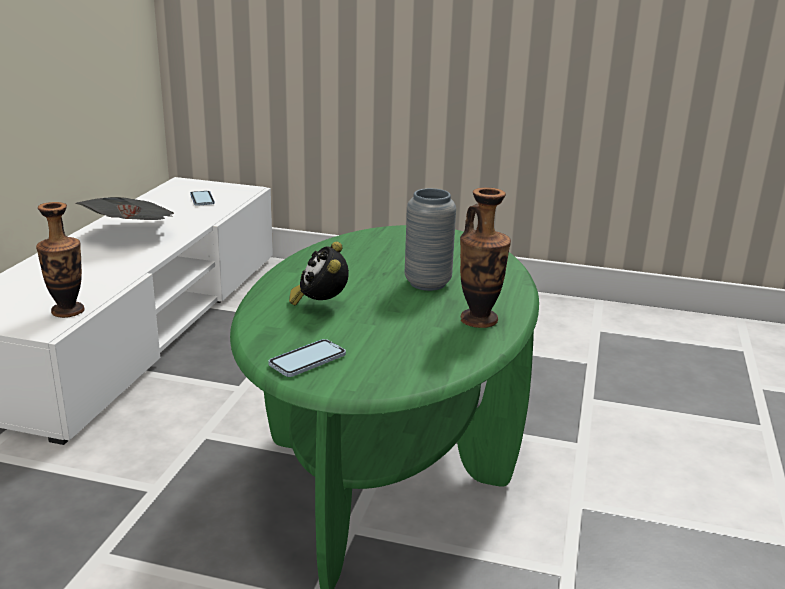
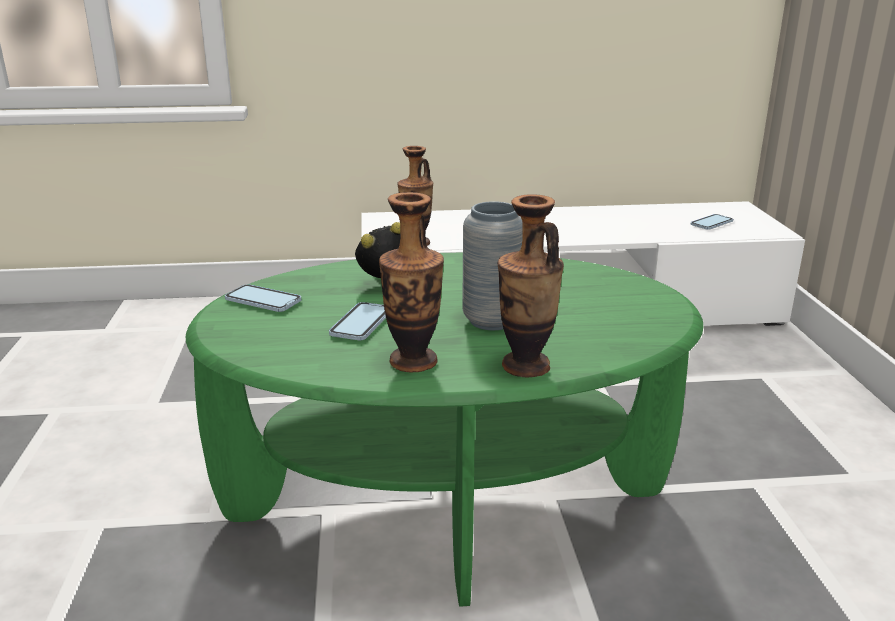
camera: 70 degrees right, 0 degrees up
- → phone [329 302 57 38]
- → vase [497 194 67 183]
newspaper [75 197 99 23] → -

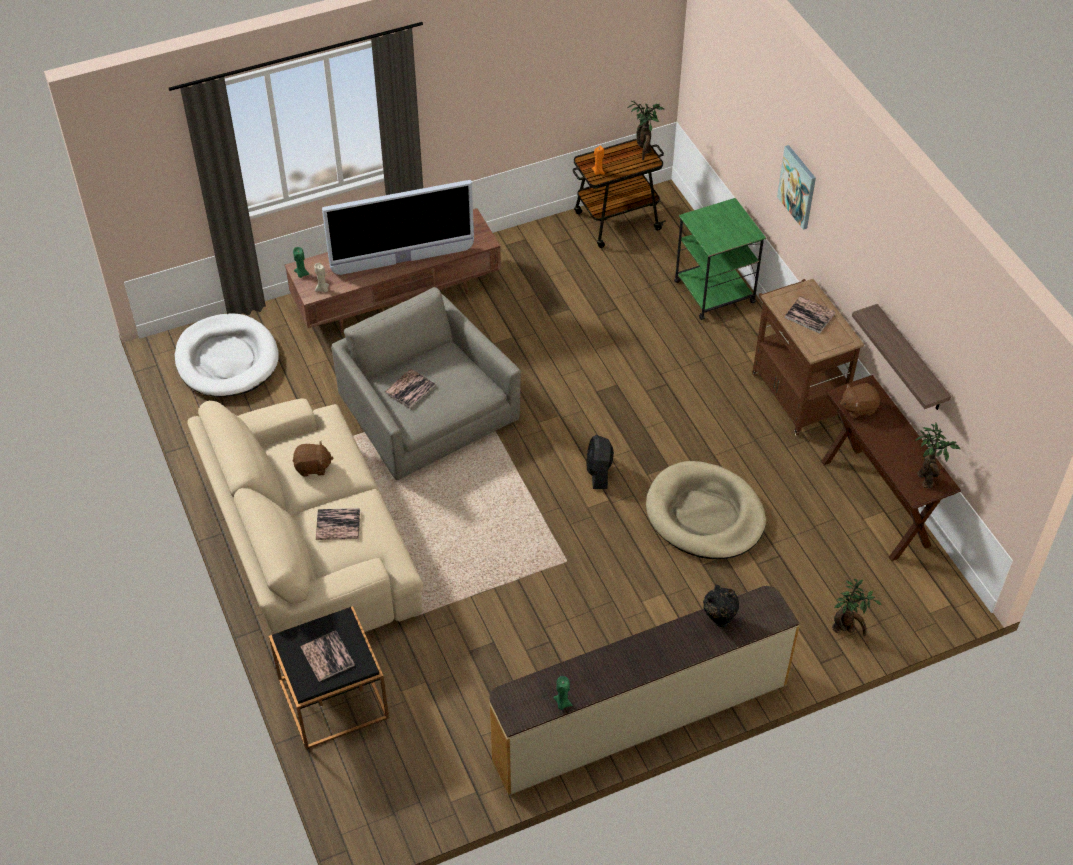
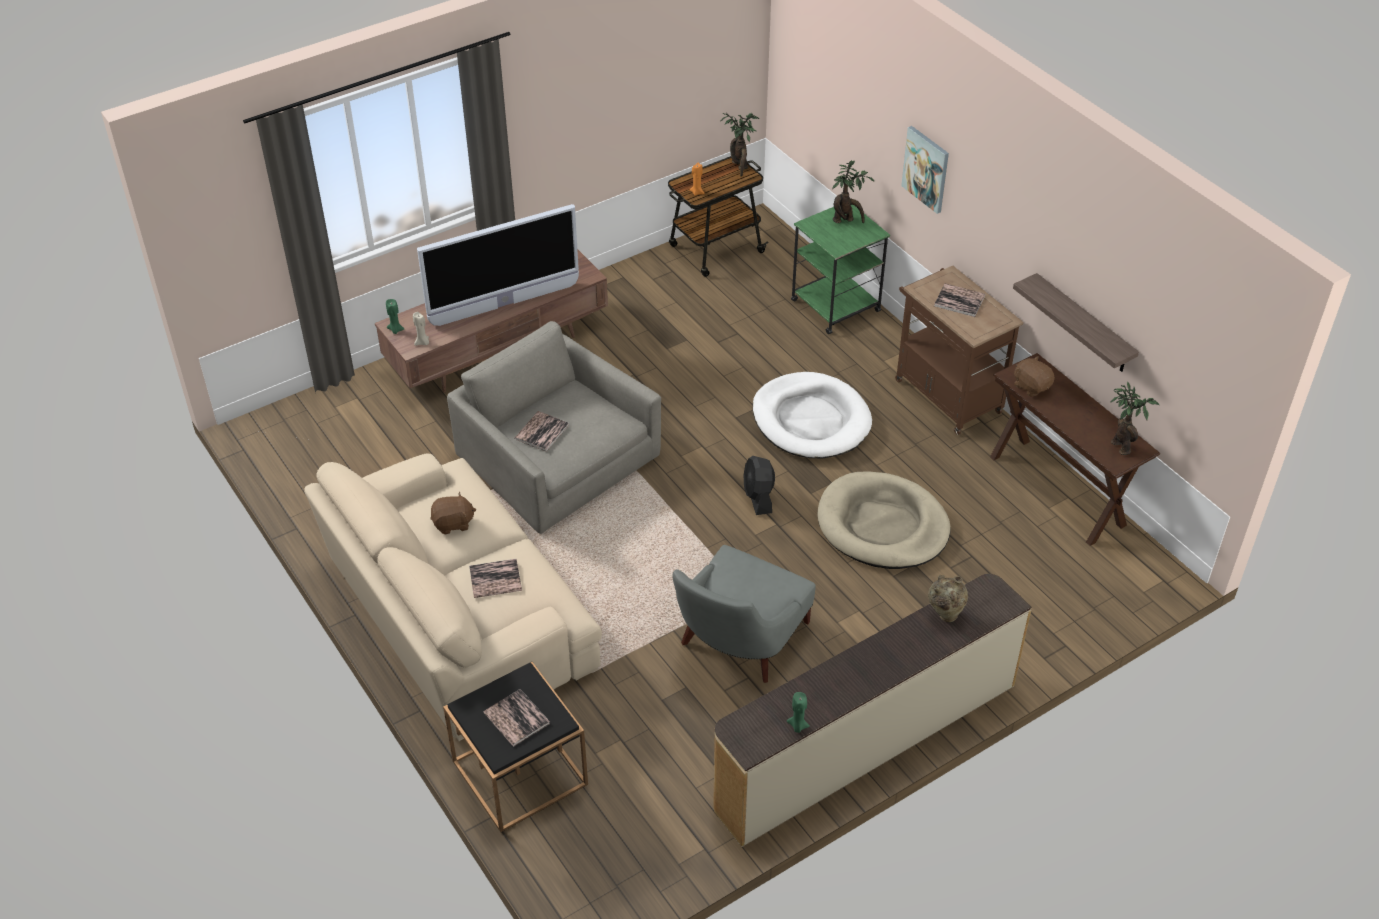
camera: 10 degrees left, 5 degrees down
- → grey armchair [672 545 144 138]
white dog bed [175 313 104 84] → white dog bed [753 372 119 86], moved
potted plant [832 579 50 57] → potted plant [832 160 43 63], moved
black vase [703 585 36 42] → beige vase [928 575 40 47]
brown plush toy [840 383 40 35] → brown plush toy [1014 356 41 41], 75 degrees clockwise

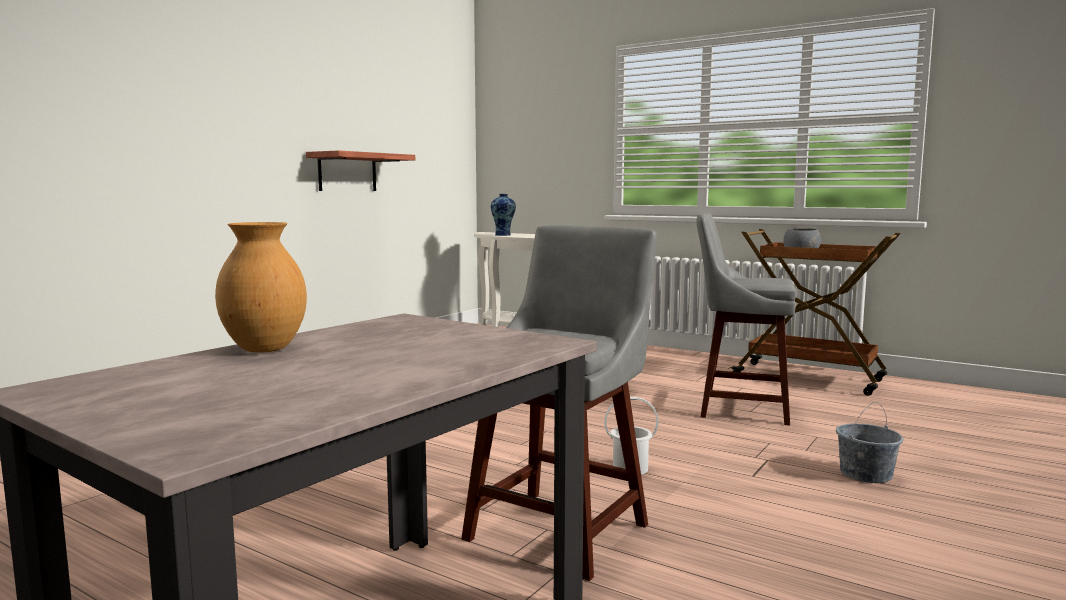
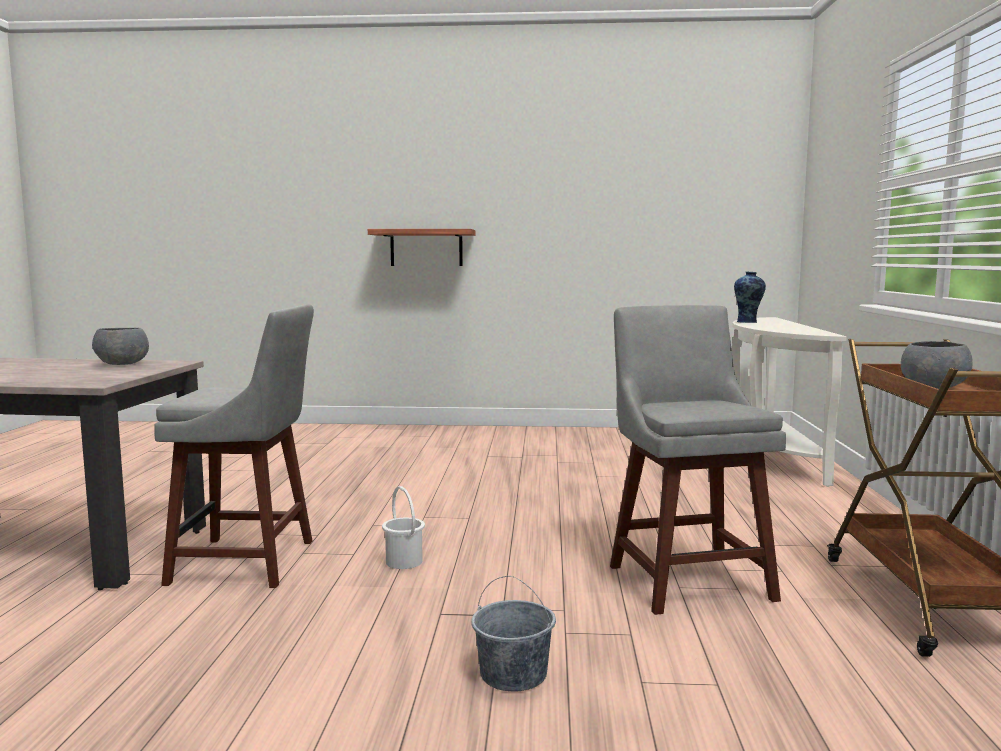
camera: 60 degrees right, 0 degrees up
- → grey bowl [92 328 57 37]
shelf [306 150 109 41] → shelf [368 229 108 37], moved
brown vase [215 222 92 131] → -

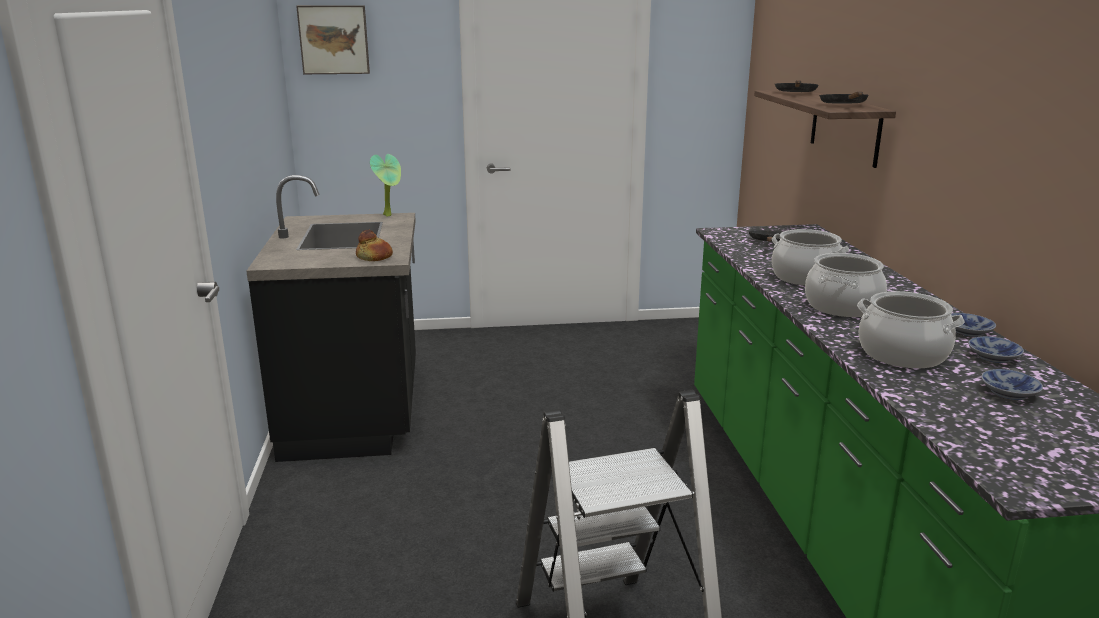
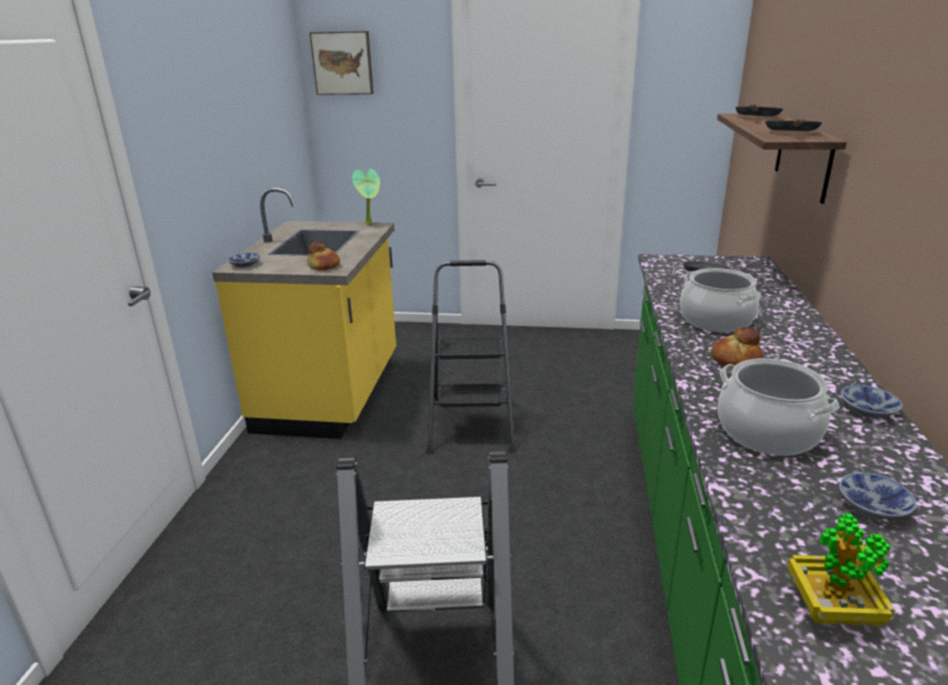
camera: 15 degrees right, 5 degrees up
black counter [246 175 170 287] → yellow counter [212 187 184 252]
bowl [968 336 56 27] → bowl [228 253 32 15], moved
- → black step ladder [426 260 91 194]
cooking pot [805 253 82 64] → bread [711 327 52 39]
- → potted plant [787 514 108 112]

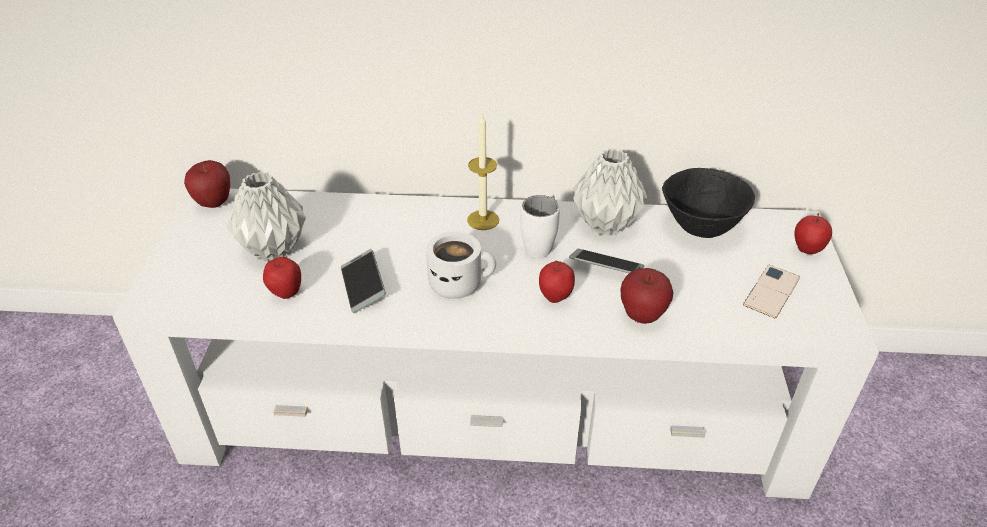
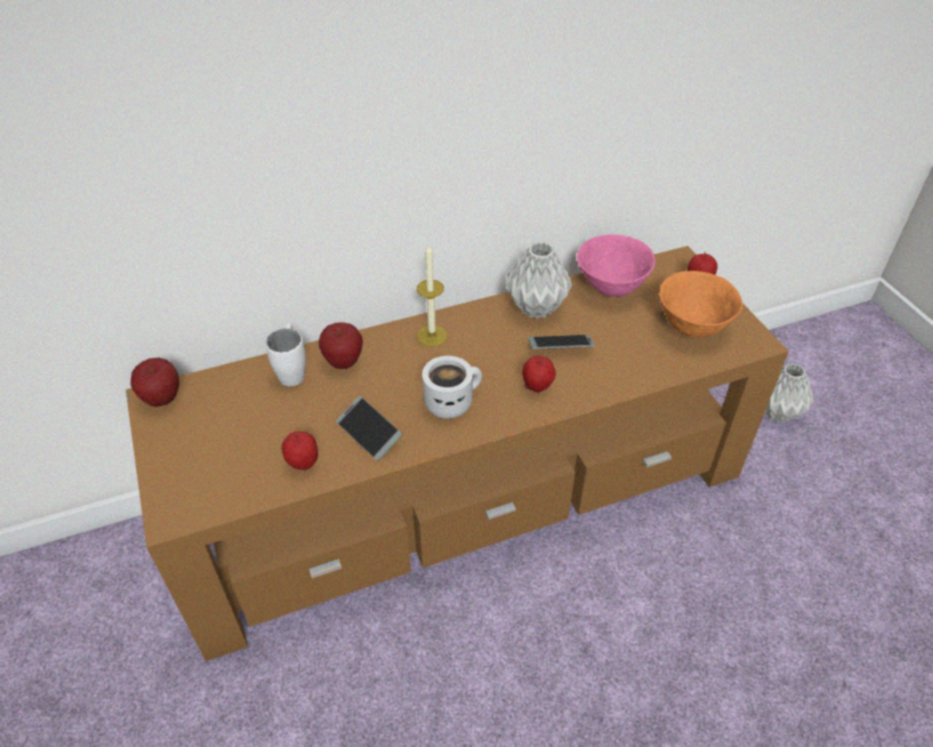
camera: 25 degrees left, 5 degrees up
white tv stand [113 189 766 310] → brown tv stand [126 246 663 415]
white mug [520 193 40 65] → white mug [265 323 41 63], moved
apple [620 268 53 56] → apple [319 322 44 47], moved
black bowl [662 168 93 70] → pink bowl [577 235 78 62]
phone [743 265 57 53] → orange bowl [659 271 84 67]
grey vase [227 172 79 89] → grey vase [765 363 49 60], moved

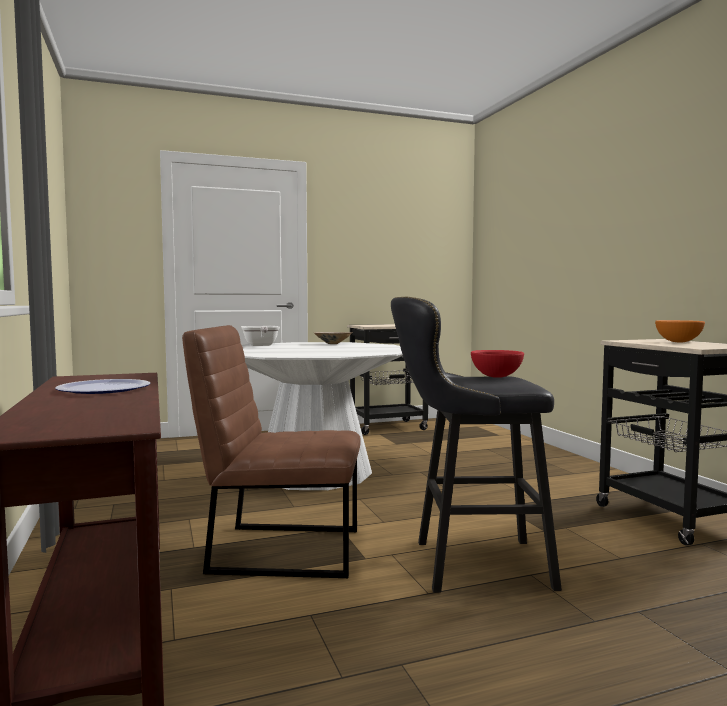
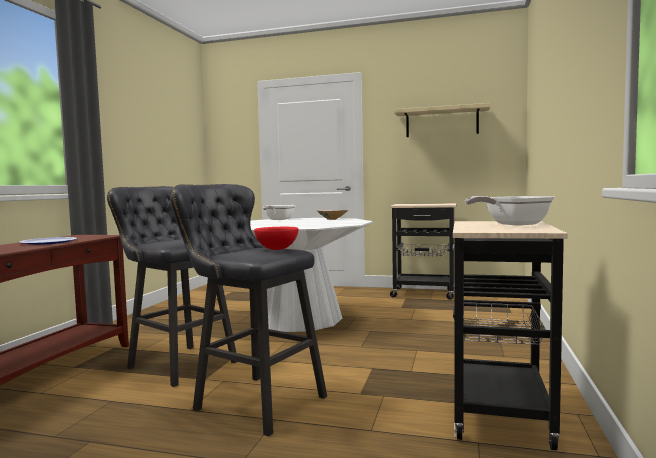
camera: 35 degrees right, 0 degrees up
brown chair [182 325 179 253] → black stool [107 186 130 201]
- → beige shelf [394 103 96 34]
orange bowl [655 320 50 22] → frying pan [465 196 90 30]

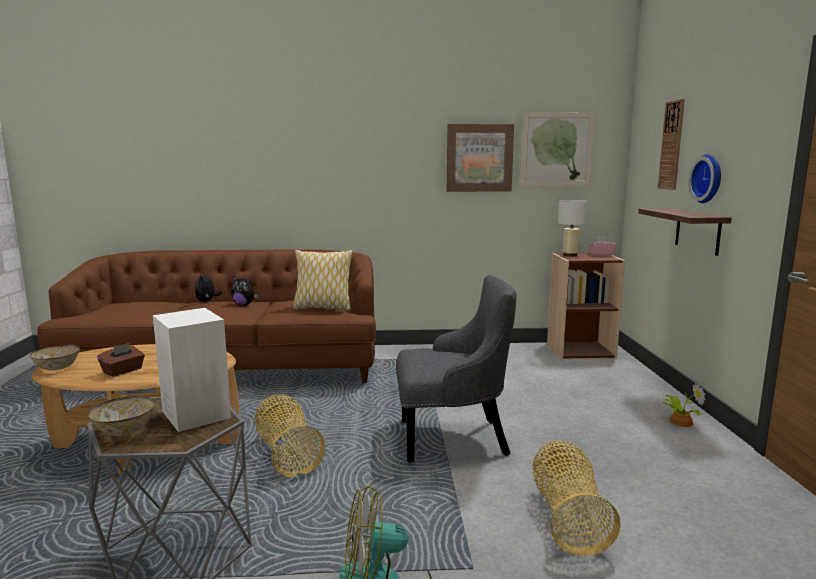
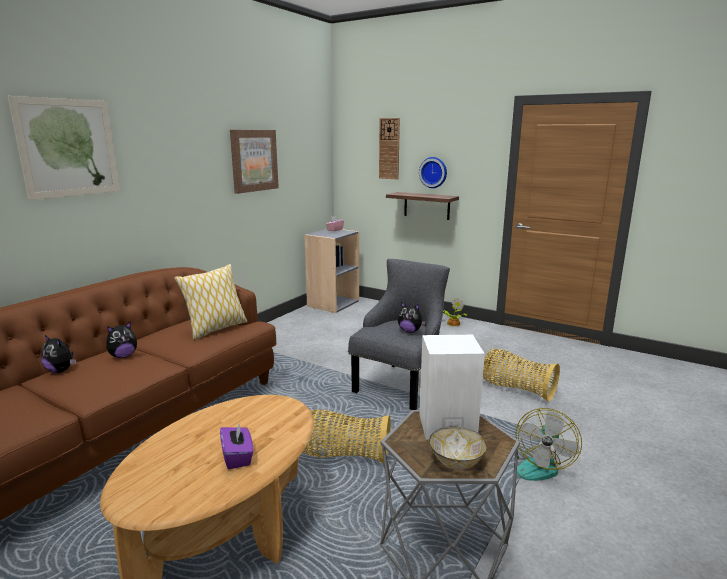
camera: 55 degrees left, 5 degrees up
picture [520 112 75 74] → picture [8 96 112 104], moved
brown tissue box [97 343 48 34] → purple tissue box [220 422 33 48]
brown bookcase [547 253 78 106] → grey bookcase [304 229 55 84]
- → plush toy [398 301 28 32]
bowl [30 345 50 25] → -
white table lamp [558 200 30 56] → -

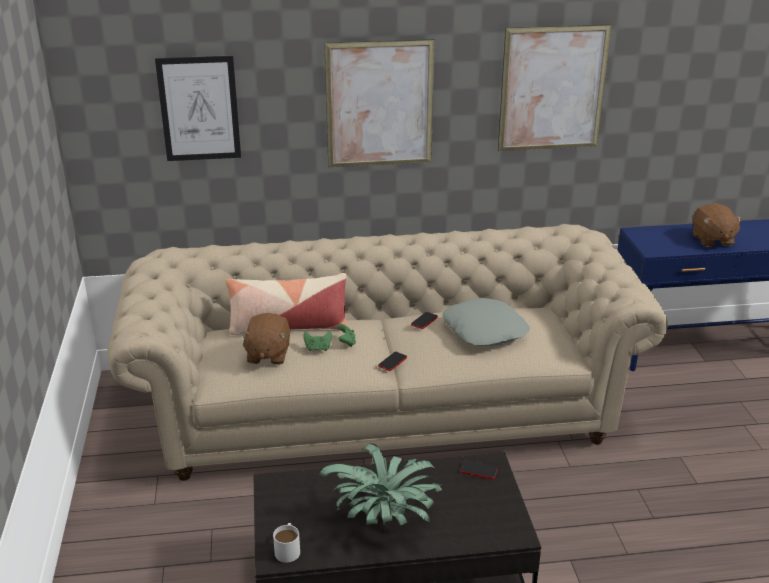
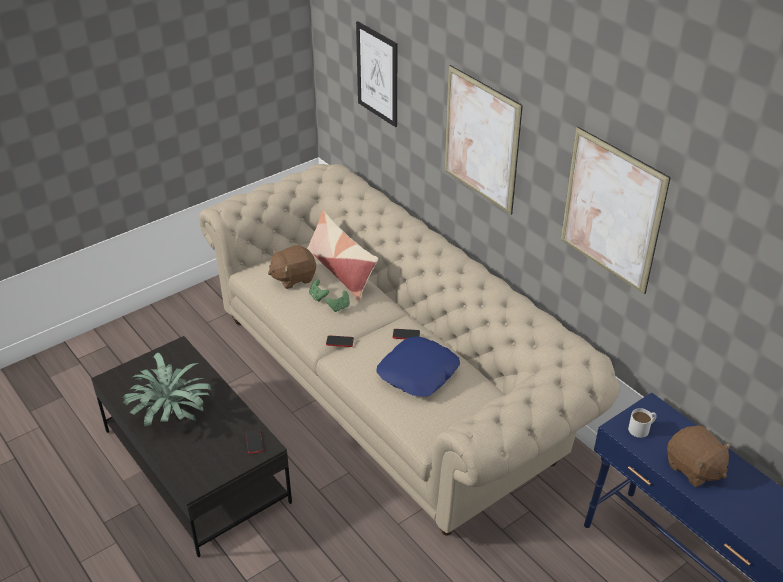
camera: 60 degrees right, 10 degrees up
grey pillow [442 298 88 48] → blue pillow [376 336 84 61]
white mug [273 523 27 40] → white mug [628 408 29 30], moved
brown plush toy [693 203 50 44] → brown plush toy [667 426 65 61], 90 degrees counterclockwise

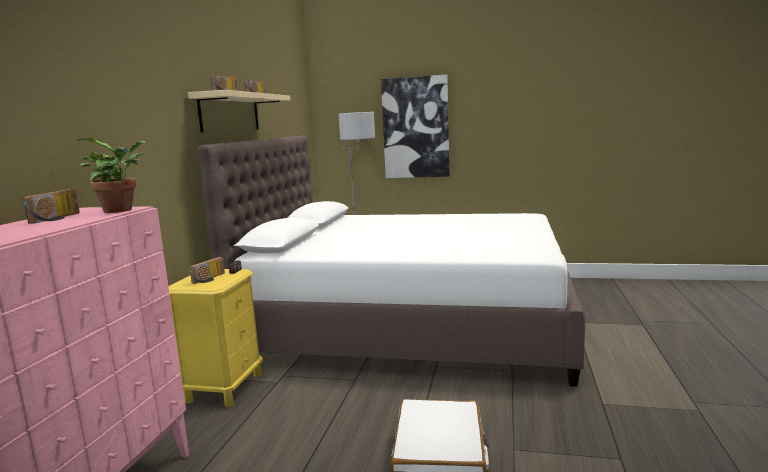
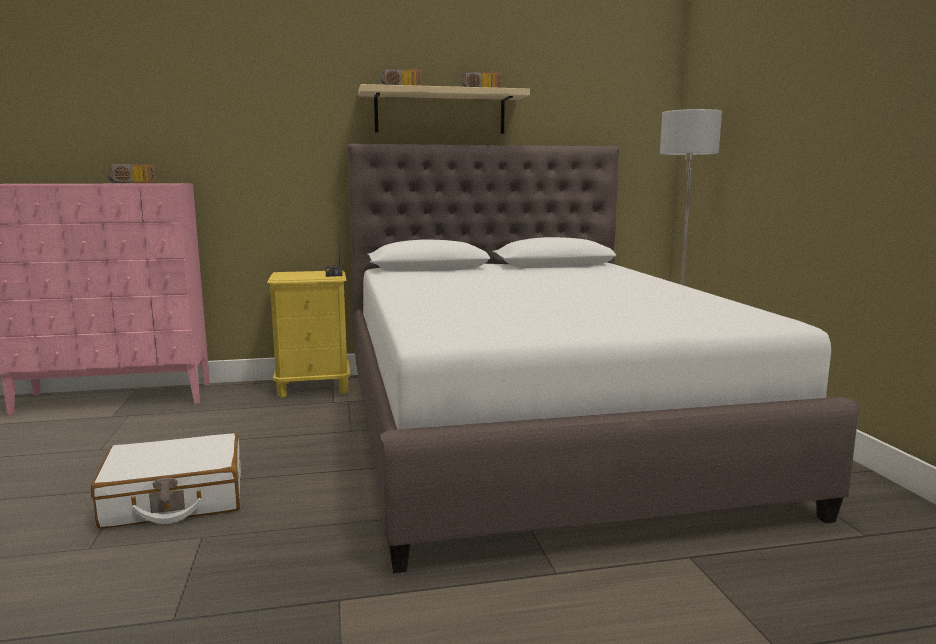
camera: 65 degrees right, 0 degrees up
potted plant [75 138 70 75] → -
radio [190 257 35 27] → -
picture [381 75 69 103] → -

